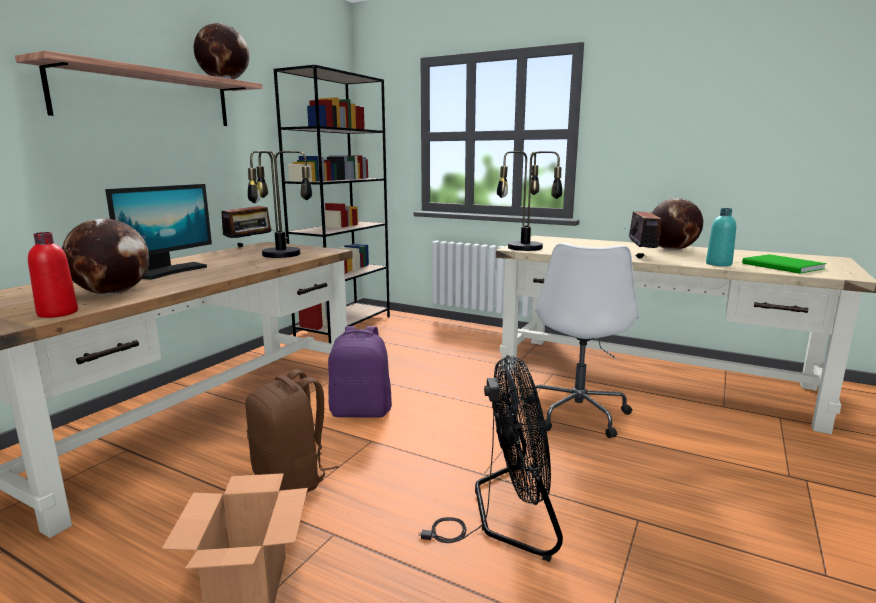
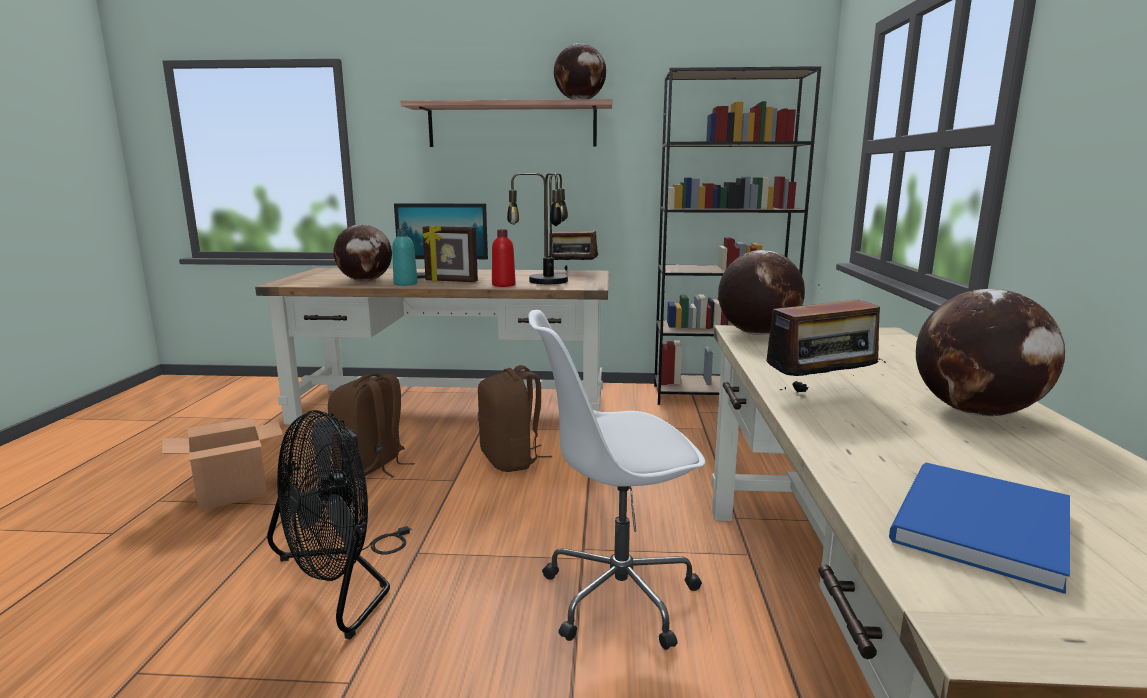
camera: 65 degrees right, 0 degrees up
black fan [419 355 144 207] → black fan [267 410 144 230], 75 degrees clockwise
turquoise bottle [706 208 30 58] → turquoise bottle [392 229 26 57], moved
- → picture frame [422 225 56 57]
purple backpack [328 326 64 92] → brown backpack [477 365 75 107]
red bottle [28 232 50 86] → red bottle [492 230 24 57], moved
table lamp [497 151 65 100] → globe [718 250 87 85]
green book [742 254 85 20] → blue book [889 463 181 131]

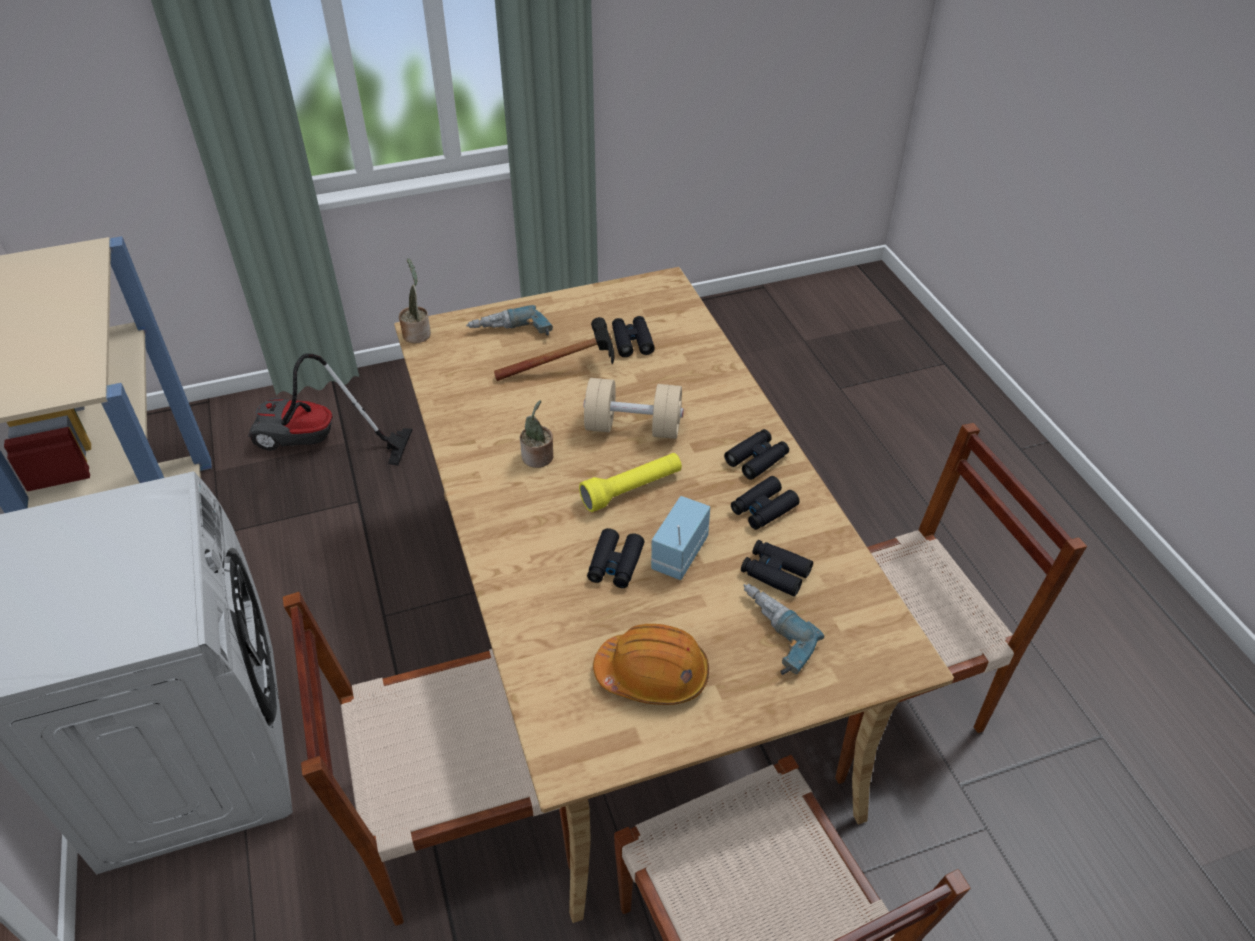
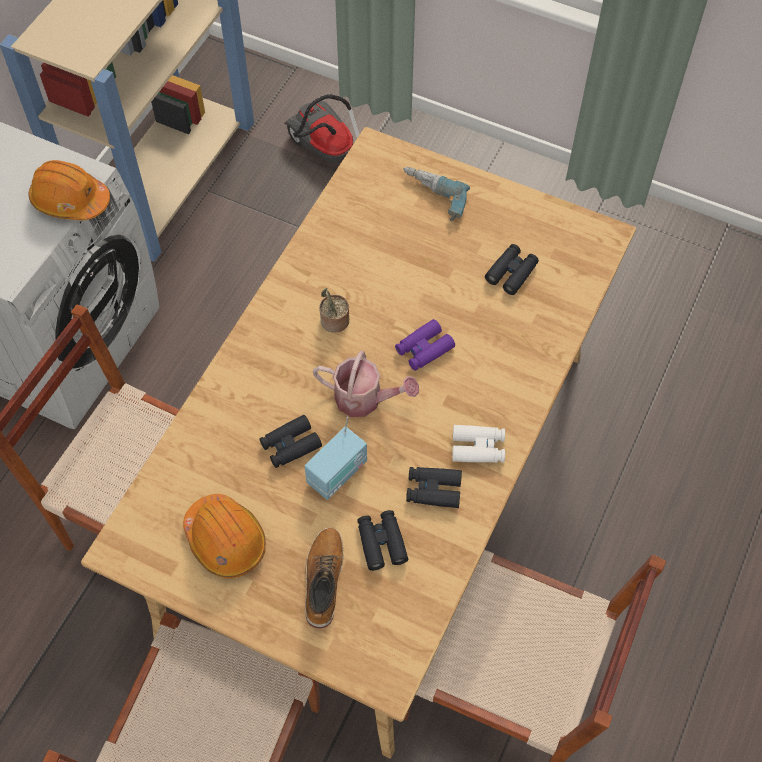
camera: 45 degrees right, 15 degrees up
- → orange hard hat [29 160 81 60]
radio [651 496 59 84] → radio [304 416 63 84], 150 degrees clockwise
power drill [743 584 81 91] → boot [305 528 38 100]
yellow flashlight [579 453 103 59] → watering can [313 351 106 66]
beige dumbbell [583 378 101 61] → purple binoculars [395 319 60 52]
black binoculars [724 429 65 51] → white binoculars [452 425 53 38]
potted plant [399 258 32 85] → -
hammer [494 317 120 64] → -

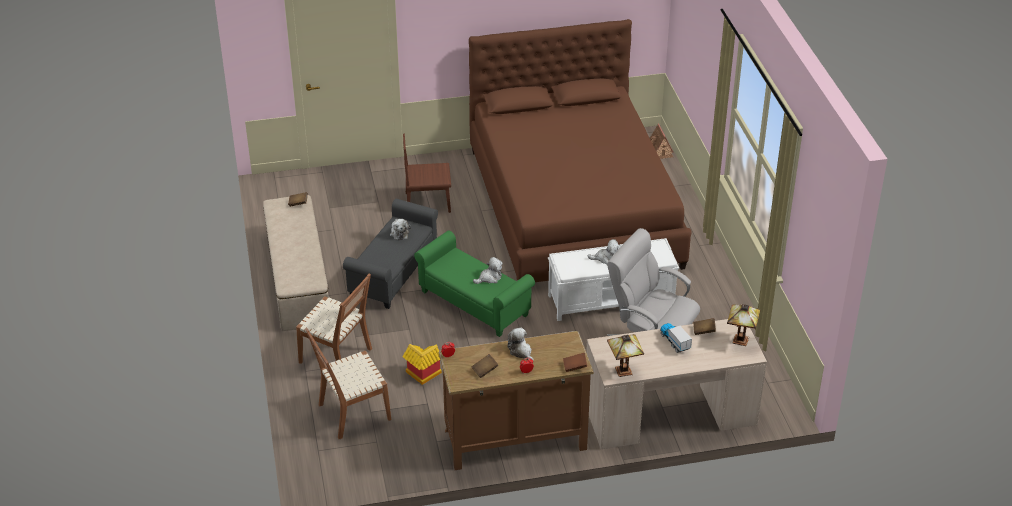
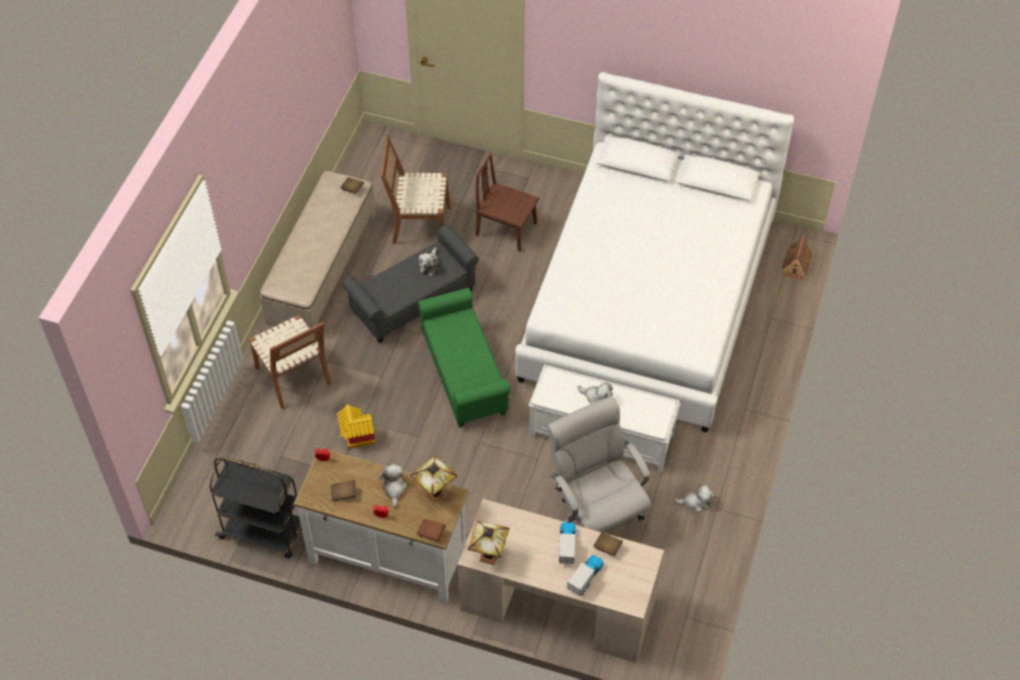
camera: 30 degrees right, 15 degrees up
- → black cart [210 457 92 102]
brown dresser [439 331 155 139] → white dresser [293 448 176 156]
chair [306 328 85 111] → chair [381 136 70 108], moved
table lamp [727 304 33 42] → table lamp [410 456 47 48], moved
brown bed [469 19 222 263] → white bed [515 72 279 360]
- → toy truck [567 555 36 41]
plush toy [473 257 30 27] → plush toy [674 484 40 29], moved

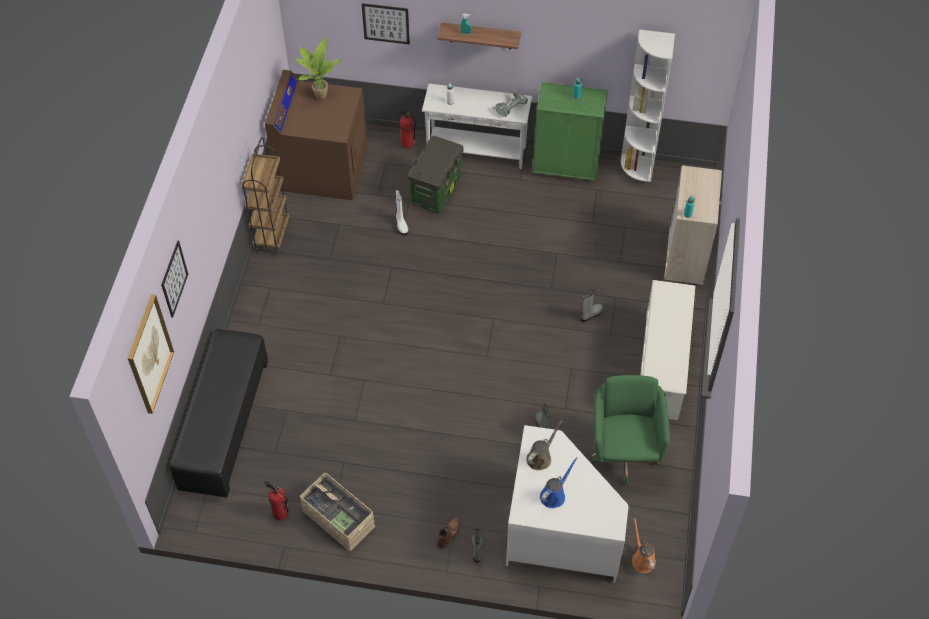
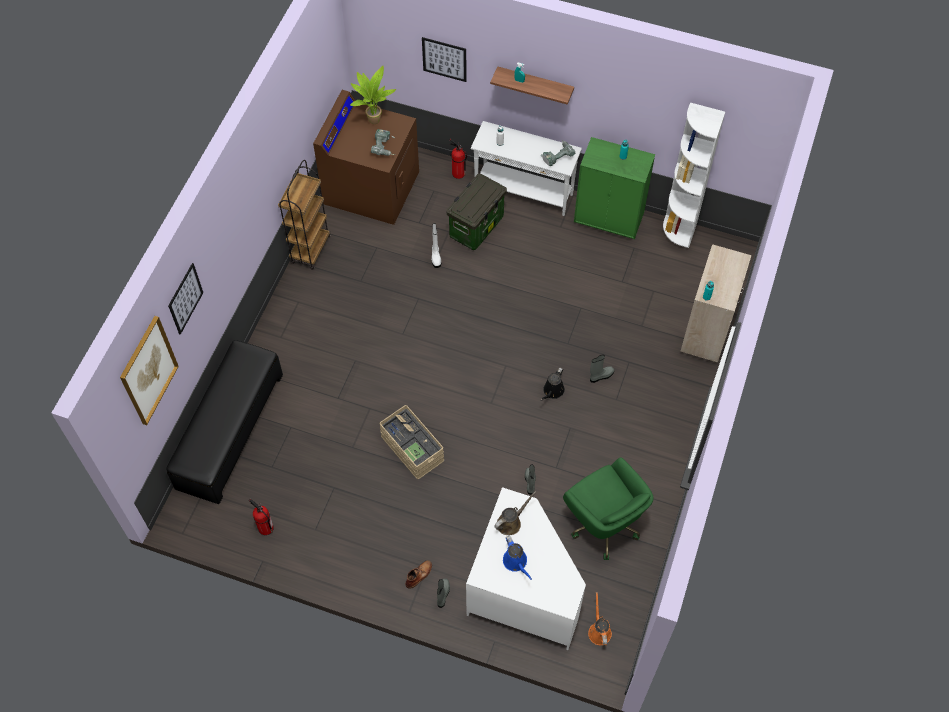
camera: 10 degrees right, 5 degrees up
- → power drill [371 129 24 27]
beige storage box [300 473 75 78] → beige storage box [380 405 64 74], moved
blue watering can [540 457 38 51] → blue watering can [503 536 29 44], 105 degrees clockwise
- → black watering can [541 368 24 33]
green office chair [589 375 81 109] → green office chair [563 457 91 103], 135 degrees clockwise
white shoe rack [640 280 55 140] → -

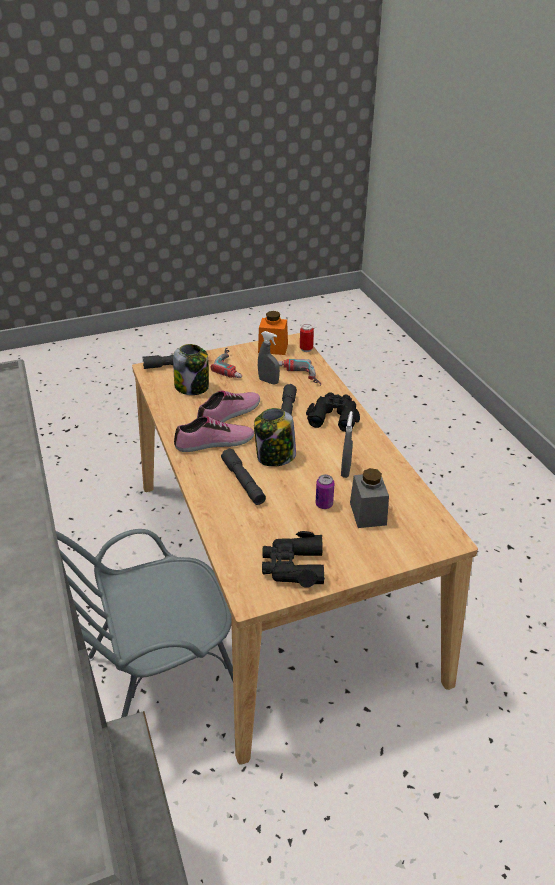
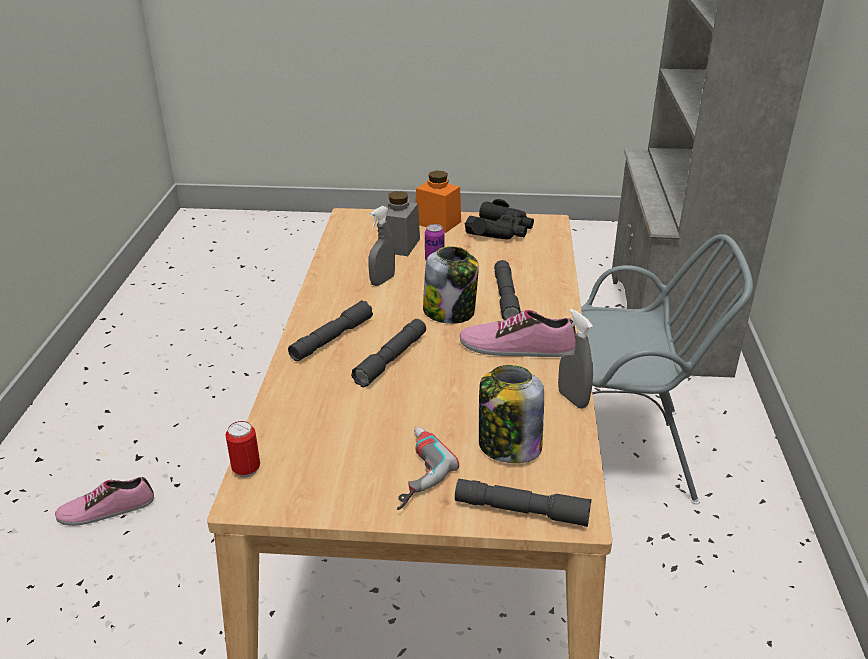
camera: 155 degrees left, 5 degrees down
shoe [197 390 63 33] → shoe [55 477 99 49], moved
black binoculars [306 392 54 40] → grey flashlight [288 300 85 61]
orange jar [258 311 30 44] → orange jar [416 171 45 62], moved
grey spray bottle [258 331 22 53] → grey spray bottle [558 309 35 100], moved
power drill [278 359 43 27] → -

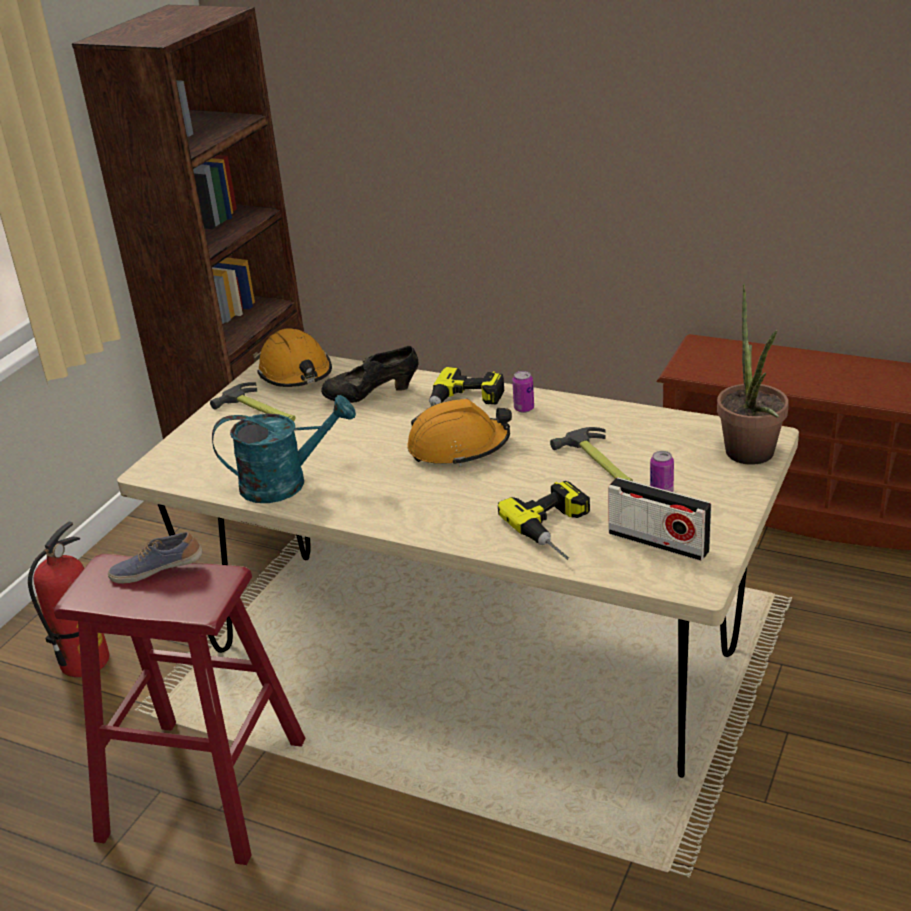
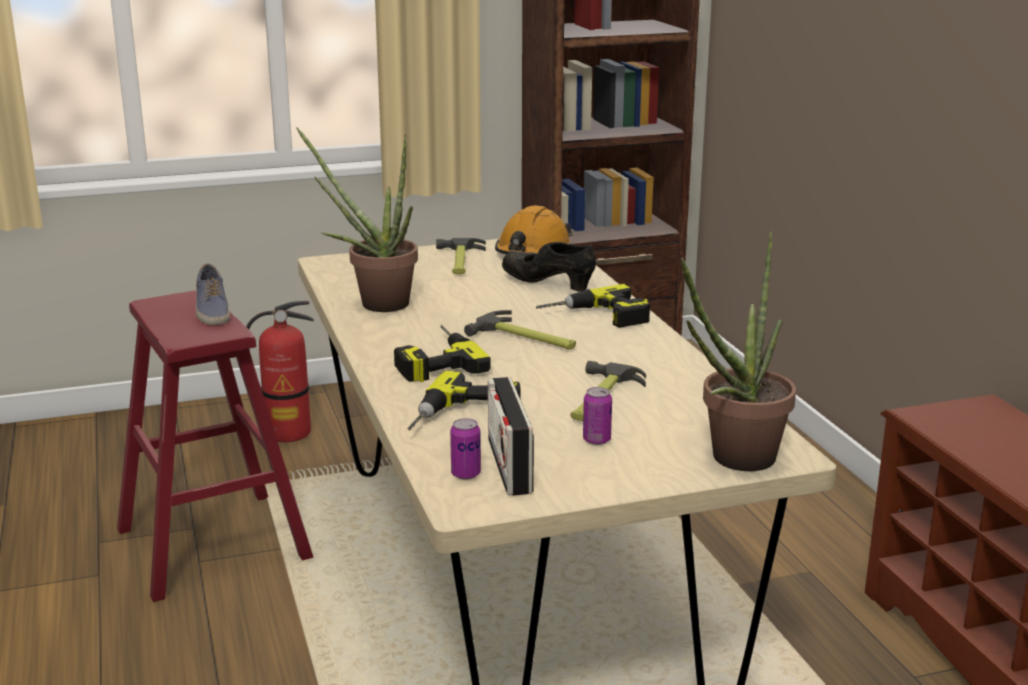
camera: 45 degrees right, 10 degrees down
shoe [108 531 94 52] → shoe [195 263 35 62], 150 degrees counterclockwise
turquoise watering can [212 395 144 108] → potted plant [296 127 122 185]
- → power drill [394 325 97 57]
can [512 371 22 42] → can [450 418 31 62], moved
orange hard hat [407 399 105 67] → hammer [464 310 112 40]

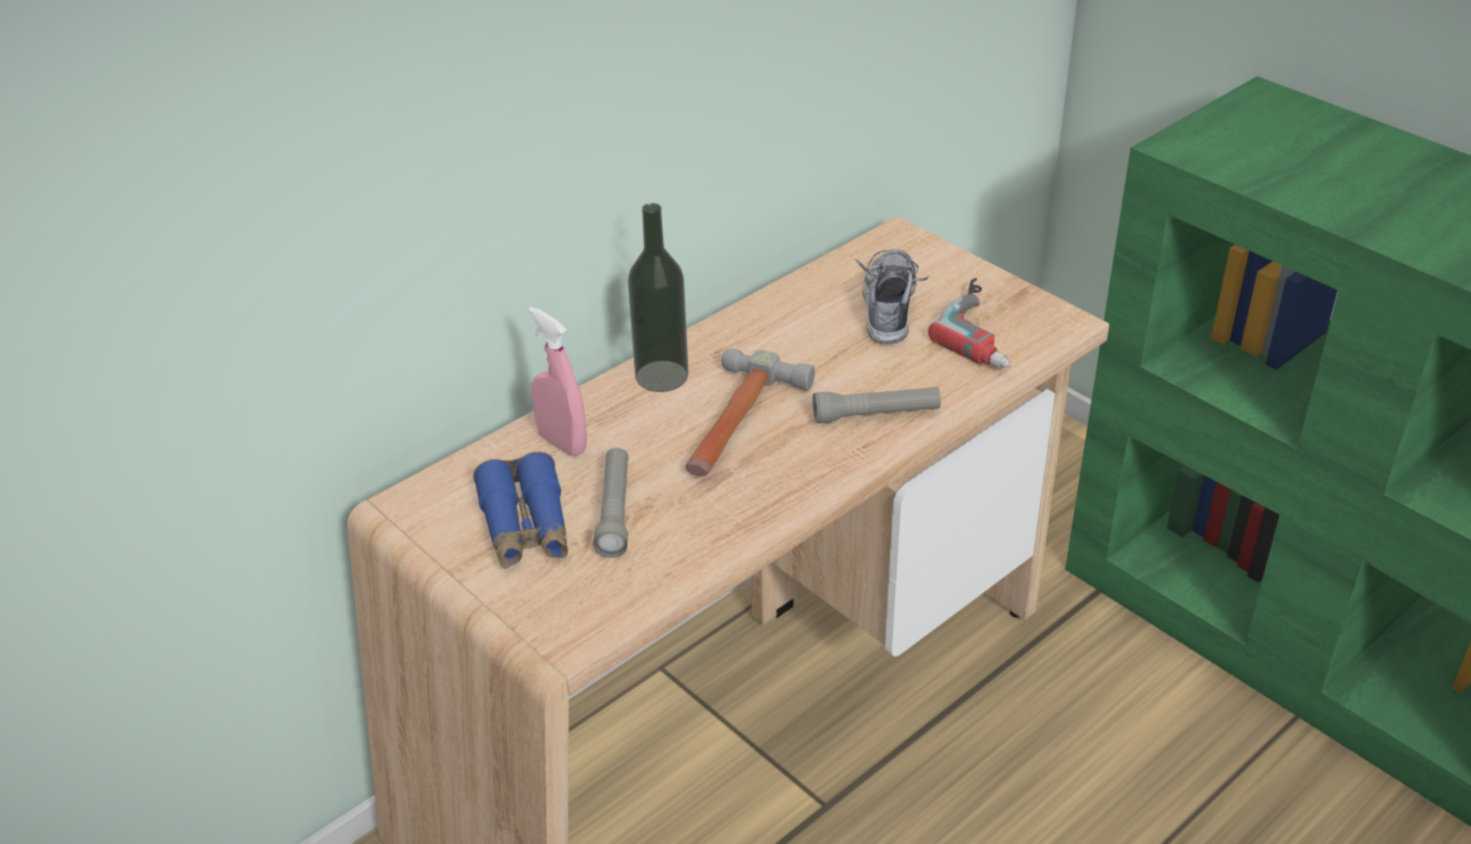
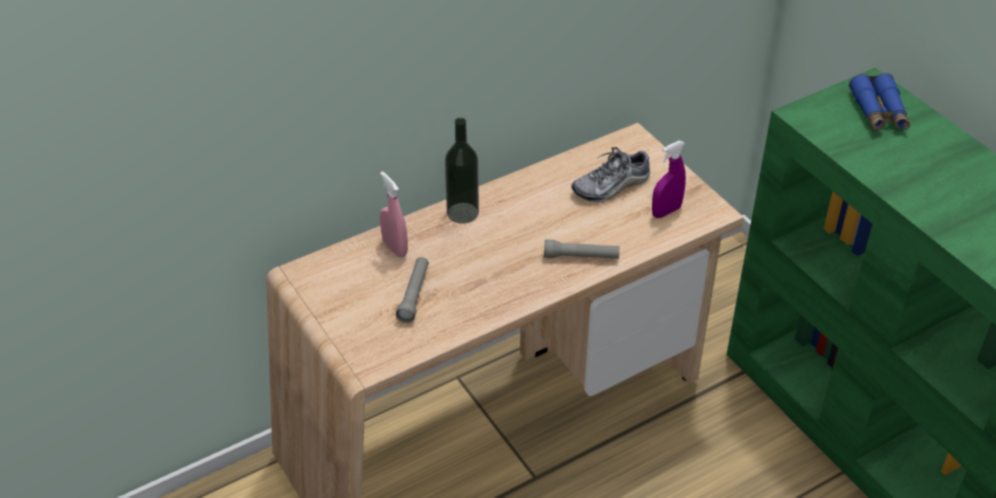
camera: 10 degrees right, 5 degrees up
shoe [855 249 74 95] → shoe [571 147 79 56], 135 degrees counterclockwise
power drill [928 278 83 91] → purple spray bottle [652 141 34 77]
blue binoculars [473 452 95 117] → blue binoculars [849 73 61 58], moved
hammer [685 349 130 127] → -

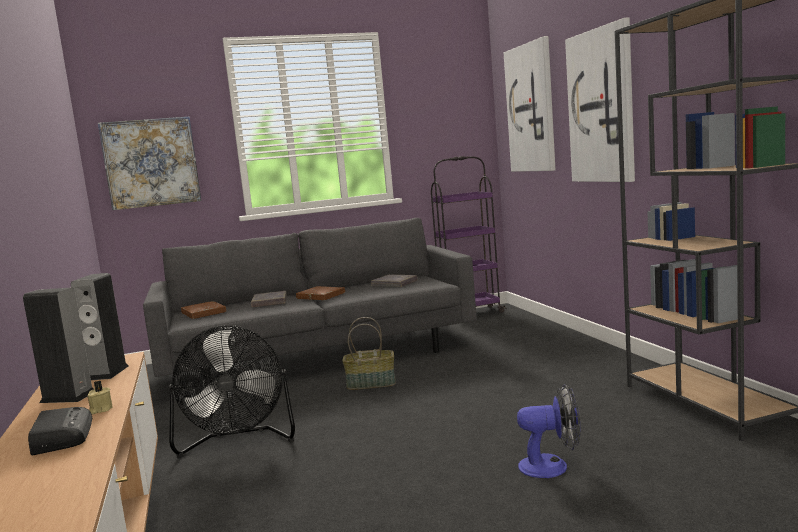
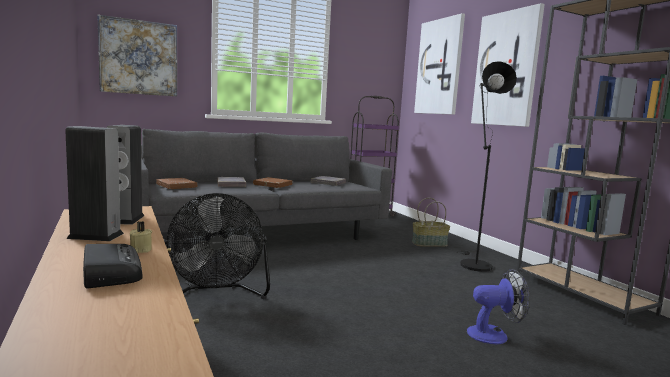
camera: 10 degrees left, 0 degrees up
basket [342 317 54 73] → basket [412 198 38 49], moved
- → black floor lamp [460 61 57 211]

